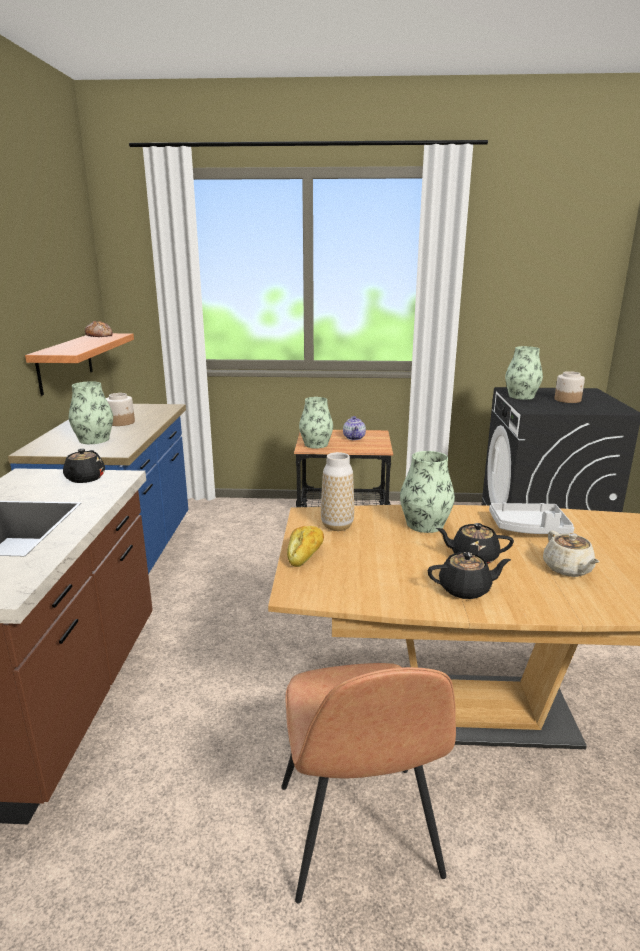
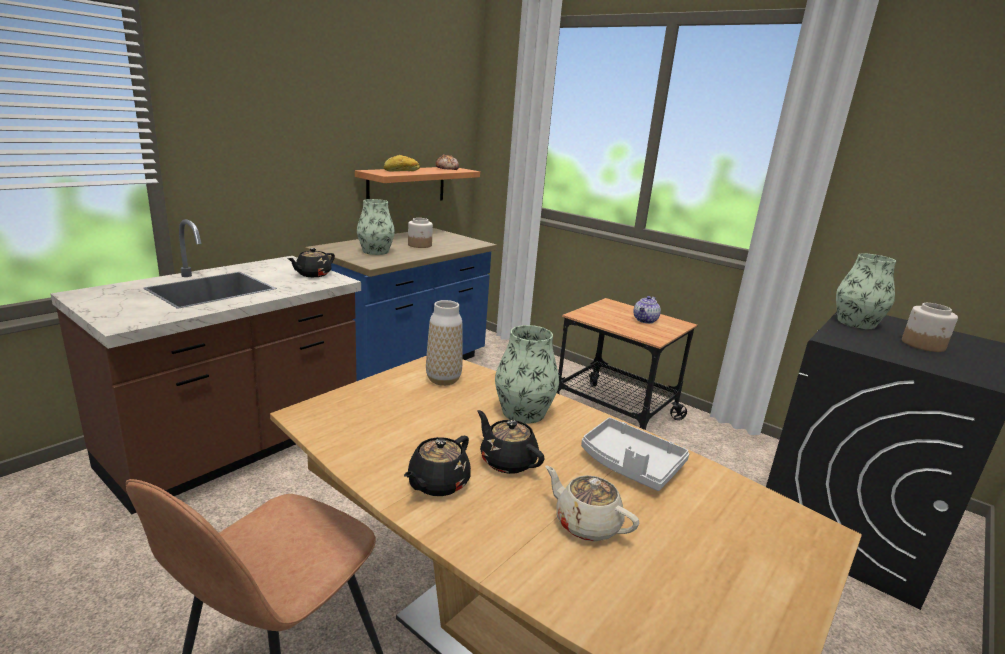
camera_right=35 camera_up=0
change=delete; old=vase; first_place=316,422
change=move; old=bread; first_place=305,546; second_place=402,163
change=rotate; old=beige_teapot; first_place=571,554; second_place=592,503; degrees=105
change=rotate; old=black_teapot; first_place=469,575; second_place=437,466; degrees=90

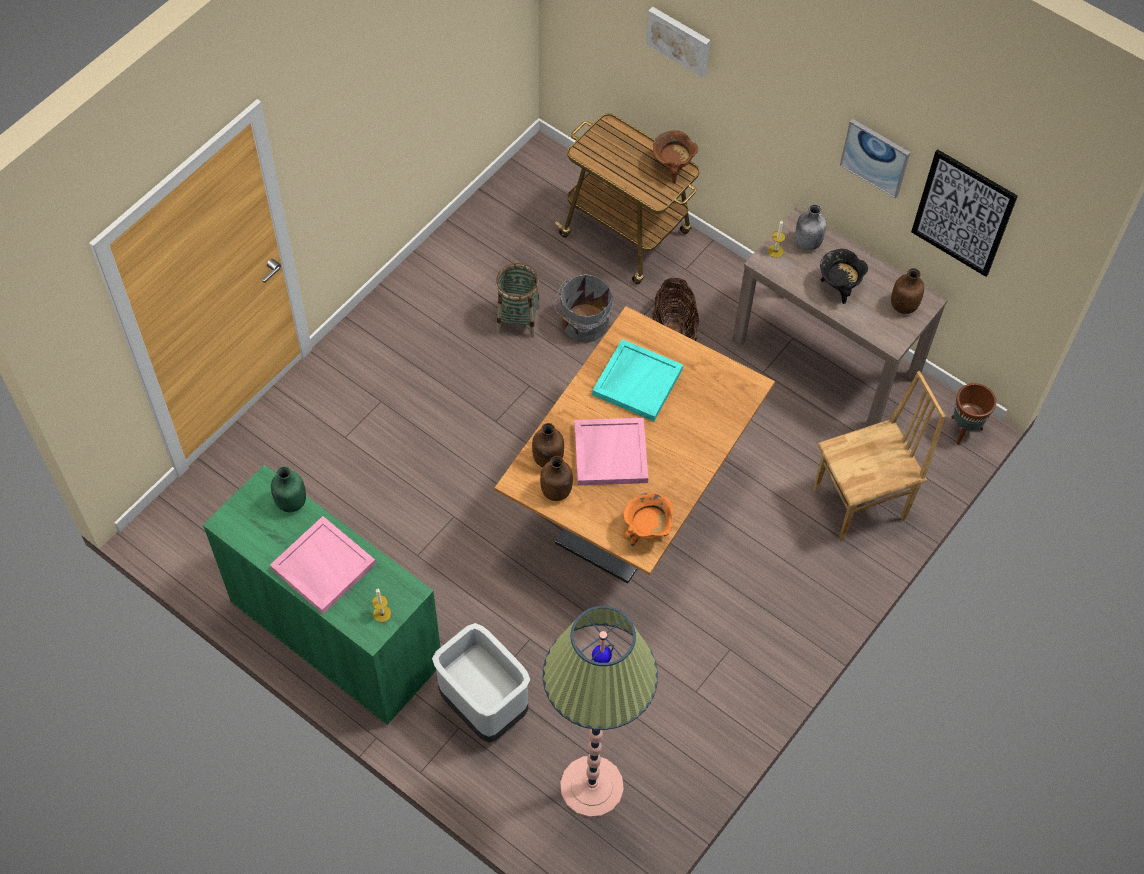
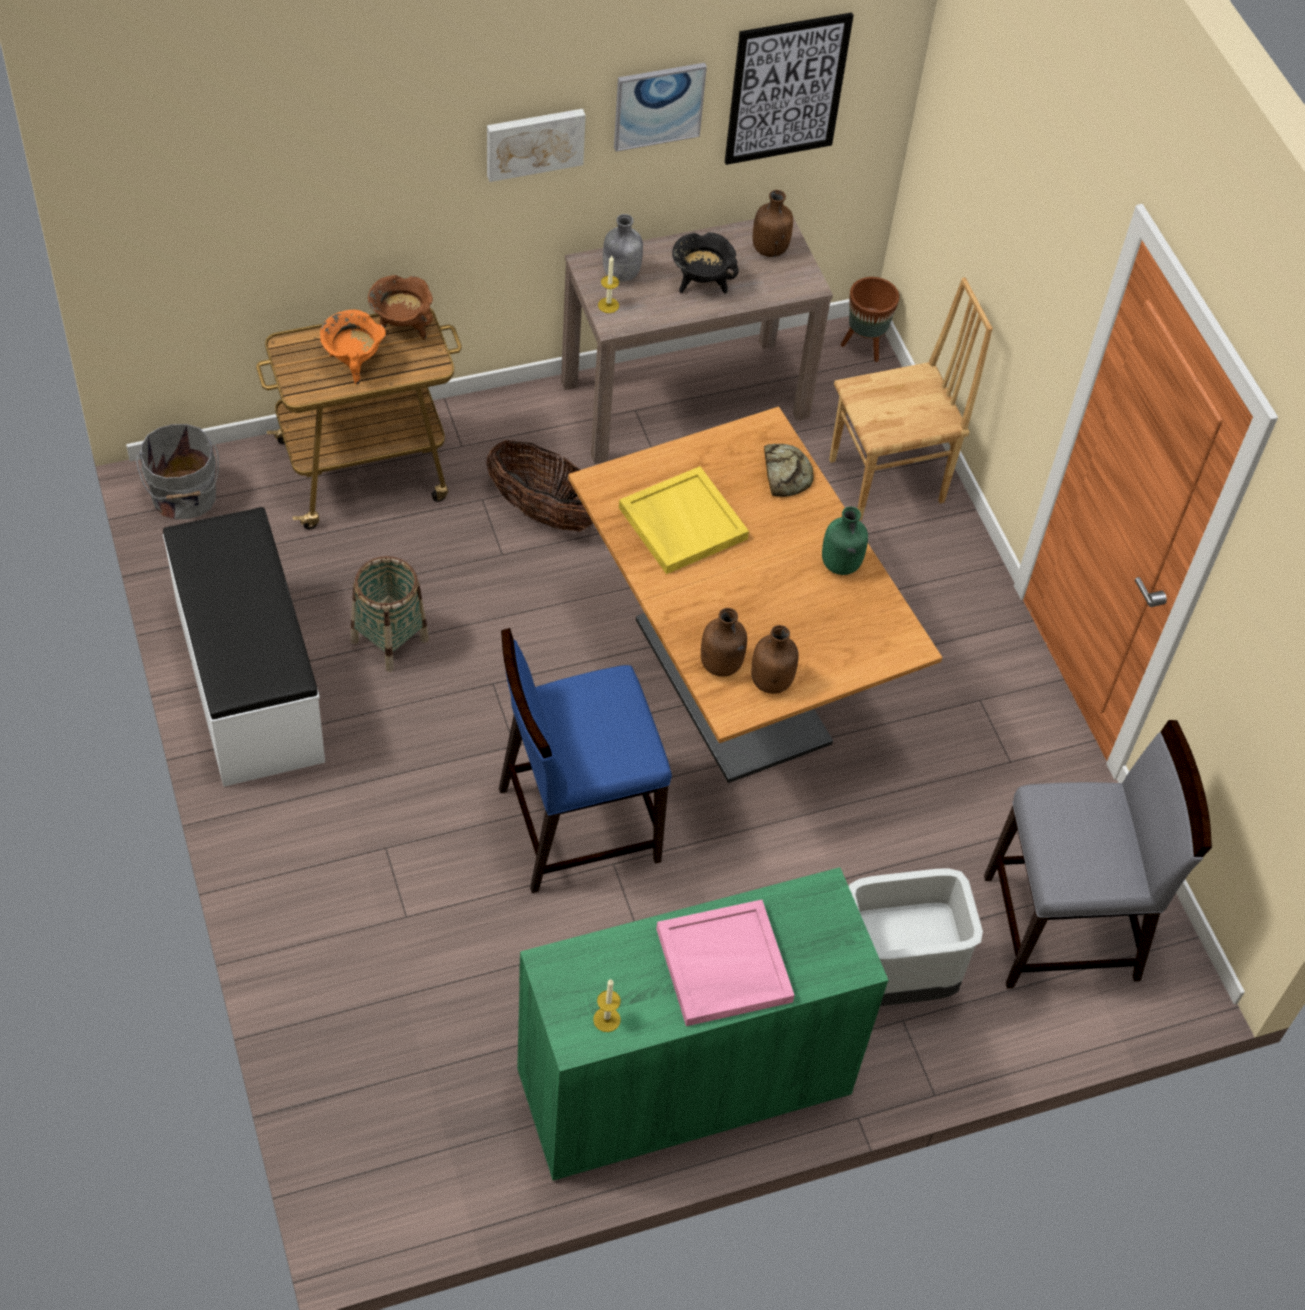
camera_right=-60 camera_up=-5
change=move; old=picture; first_place=678,42; second_place=536,145
change=move; old=grey_bucket; first_place=584,308; second_place=177,471
change=recolor; old=turquoise_tray; new=yellow_tray; first_place=637,380; second_place=684,520
change=rotate; old=brown_chair; first_place=880,456; second_place=911,399; degrees=60
change=delete; old=pink_tray; first_place=611,451
change=move; old=green_bottle; first_place=288,489; second_place=845,541
change=move; old=orange_cooking_pot; first_place=648,519; second_place=353,347
change=move; old=candle; first_place=381,605; second_place=607,1005
change=replace; old=floor_lamp; new=grey_chair; first_place=600,712; second_place=1098,854
change=insert; new=bread; second_place=789,470
change=insert; new=white_bench; second_place=244,647
change=insert; new=blue_chair; second_place=585,760

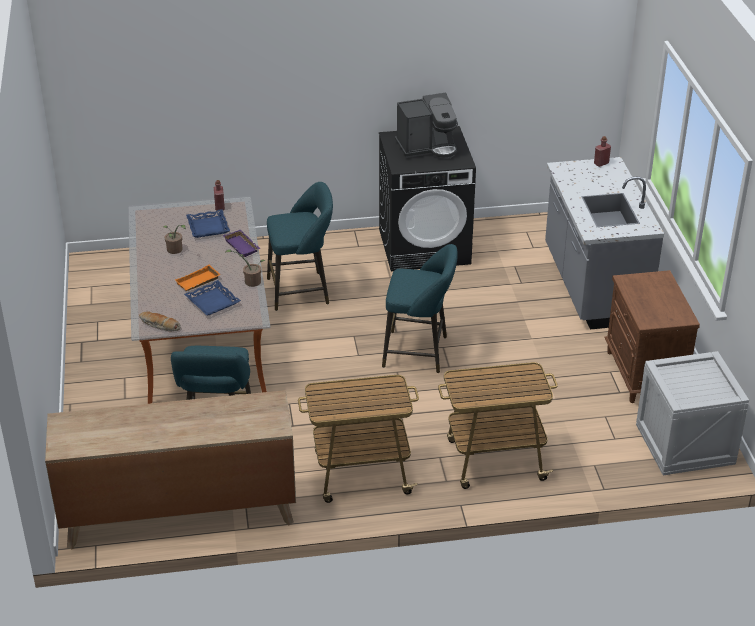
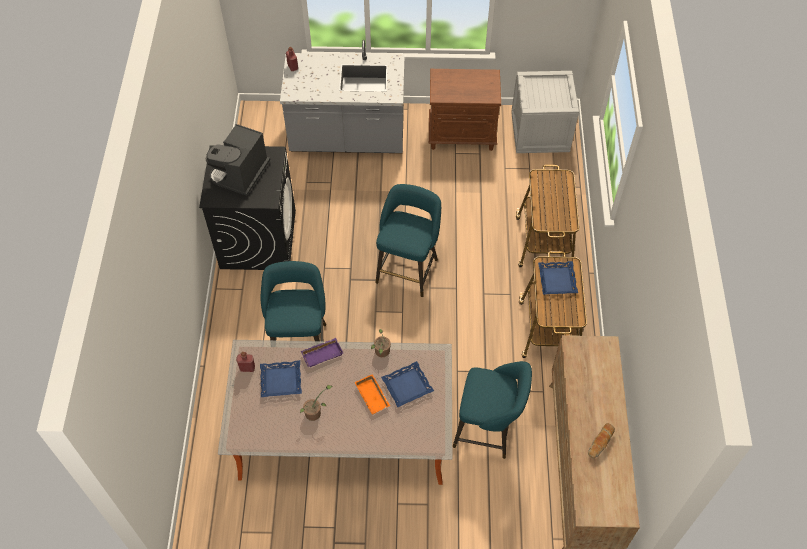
camera_right=-80 camera_up=20
change=rotate; old=coffee_machine; first_place=426,126; second_place=238,160; degrees=-150
change=move; old=bread; first_place=160,322; second_place=601,440
change=insert; new=blue_tray; second_place=558,278

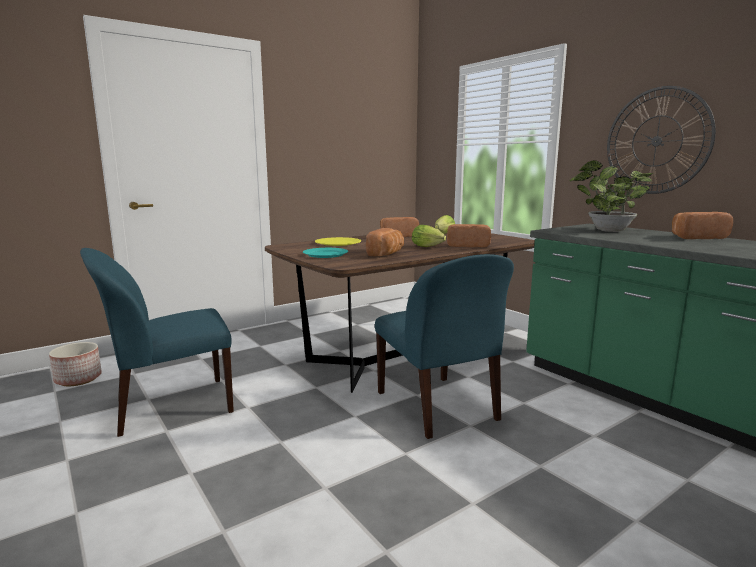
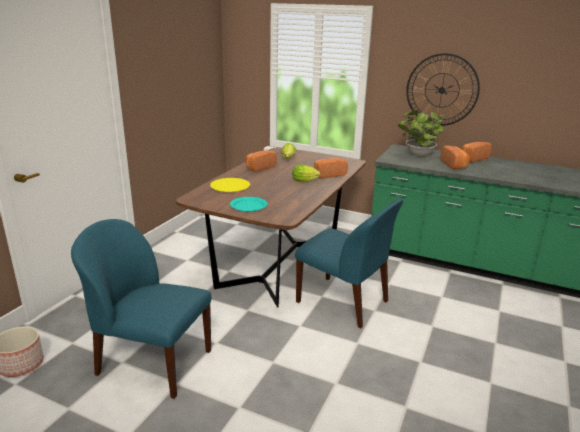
camera_right=-30 camera_up=10
change=move; old=bread; first_place=385,242; second_place=455,157
change=rotate; old=blue_chair; first_place=157,342; second_place=141,309; degrees=75

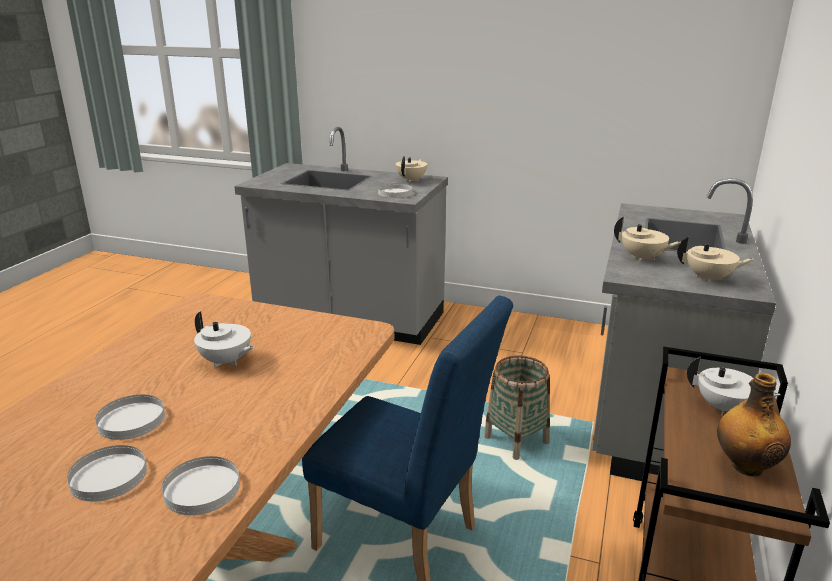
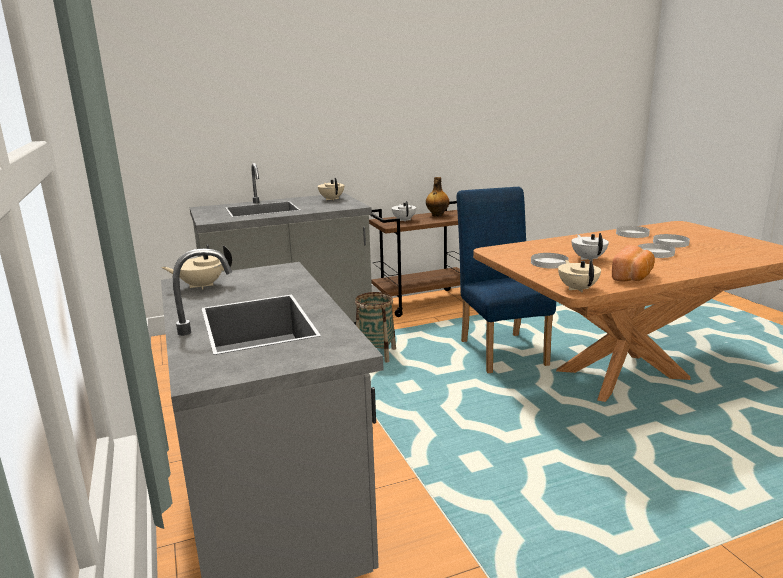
camera_right=-130 camera_up=-5
change=move; old=white_plate; first_place=395,190; second_place=550,261
change=move; old=beige_teapot; first_place=647,239; second_place=579,276
change=insert; new=bread; second_place=633,263

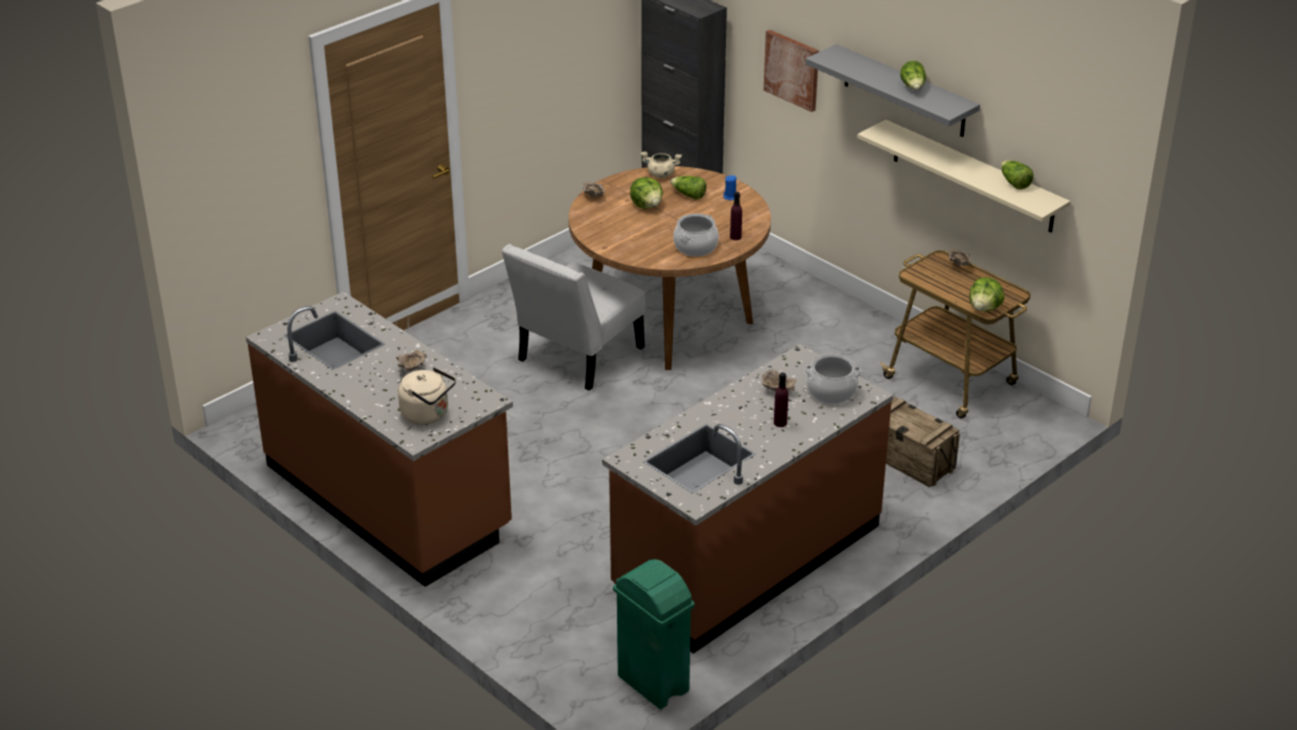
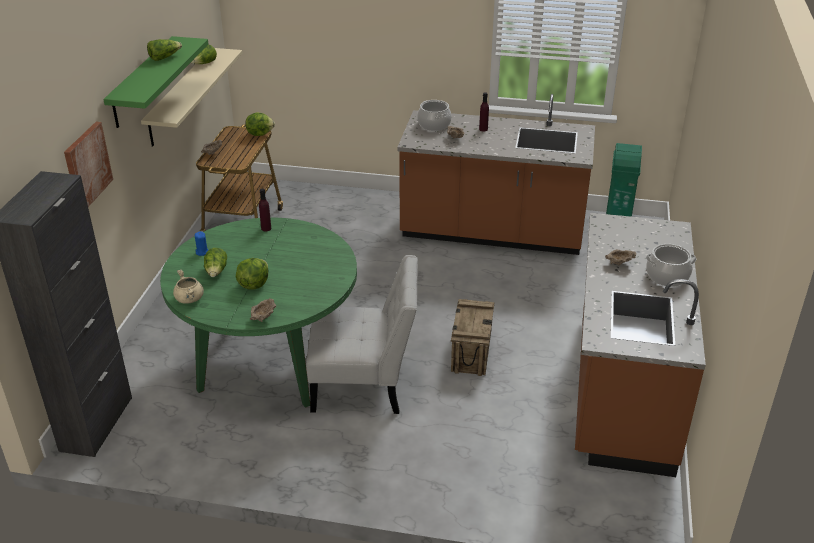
camera_right=-125 camera_up=0
change=recolor; old=grey_shelf; new=green_shelf; first_place=892,90; second_place=155,82
change=recolor; old=brown_dining_table; new=green_dining_table; first_place=670,268; second_place=258,312
change=move; old=cooking_pot; first_place=696,235; second_place=671,265
change=delete; old=beige_kettle; first_place=427,396
change=move; old=crate; first_place=923,442; second_place=472,337

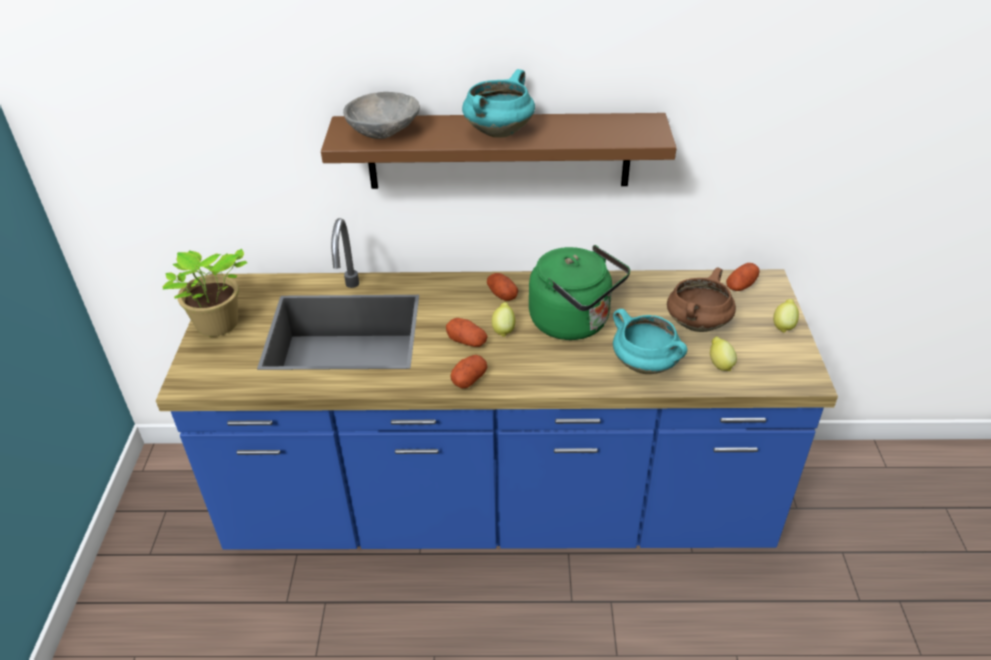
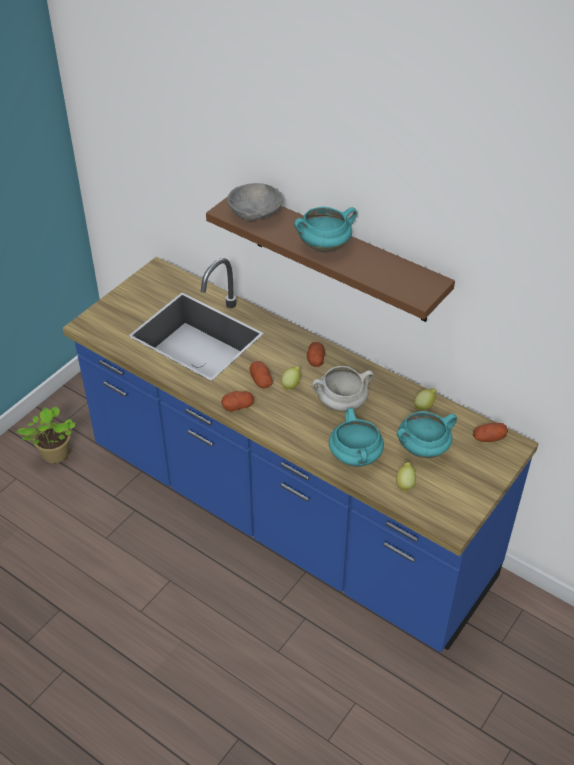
camera_right=35 camera_up=5
change=replace; old=green_kettle; new=white_cooking_pot; first_place=579,292; second_place=343,389
change=move; old=potted_plant; first_place=204,293; second_place=45,434
change=recolor; old=brown_cooking_pot; new=turquoise_cooking_pot; first_place=701,300; second_place=427,434
change=move; old=lemon; first_place=786,316; second_place=425,399

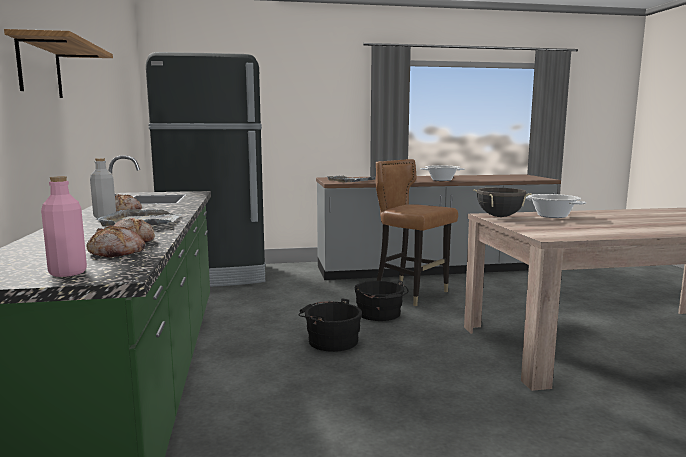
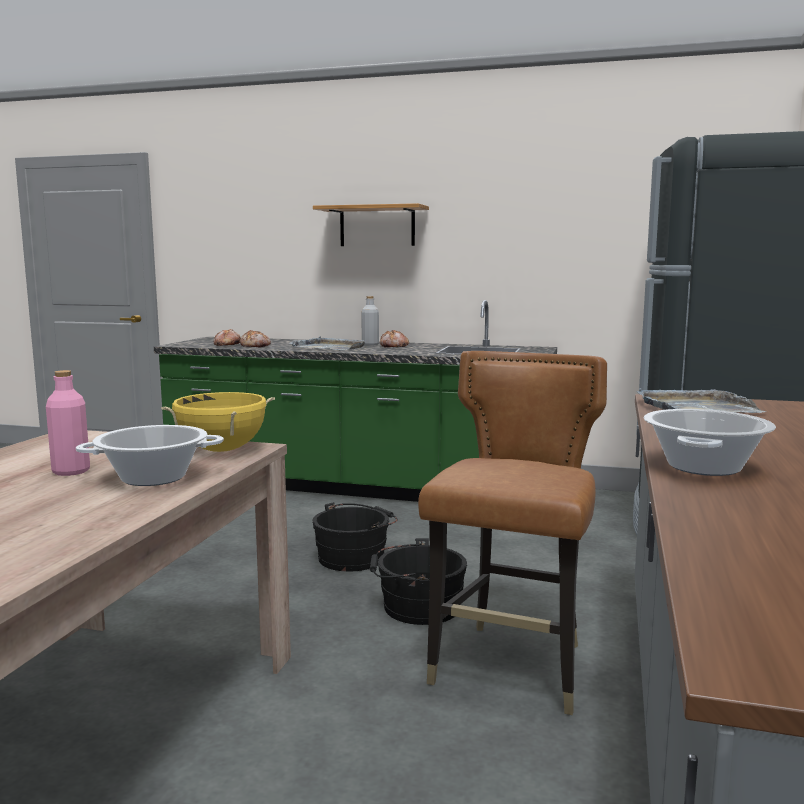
camera_right=115 camera_up=0
change=rotate; old=brown_chair; first_place=417,232; second_place=512,533; degrees=-45
change=move; old=pink_bottle; first_place=64,226; second_place=68,423
change=recolor; old=black_cooking_pot; new=yellow_cooking_pot; first_place=502,202; second_place=218,422

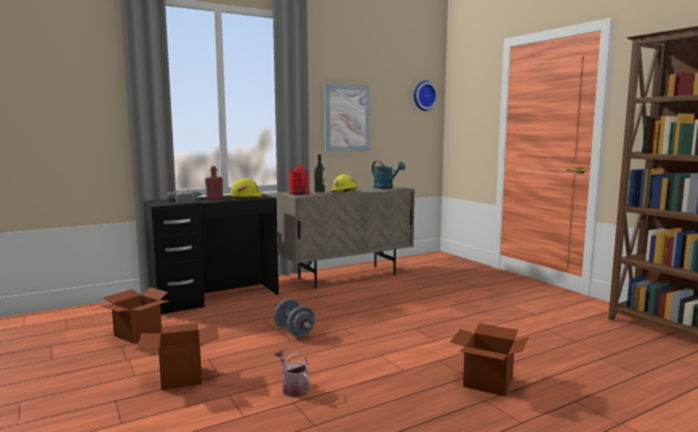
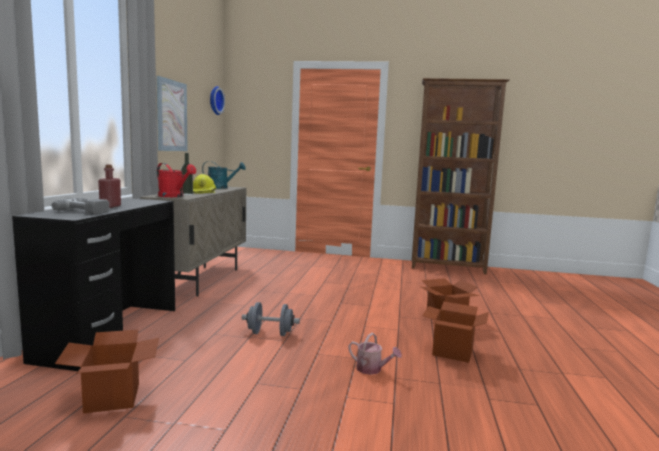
camera_right=-50 camera_up=0
change=delete; old=yellow_hard_hat; first_place=247,188
change=move; old=cardboard_box; first_place=178,356; second_place=455,332
change=rotate; old=watering_can; first_place=292,373; second_place=375,354; degrees=-150

